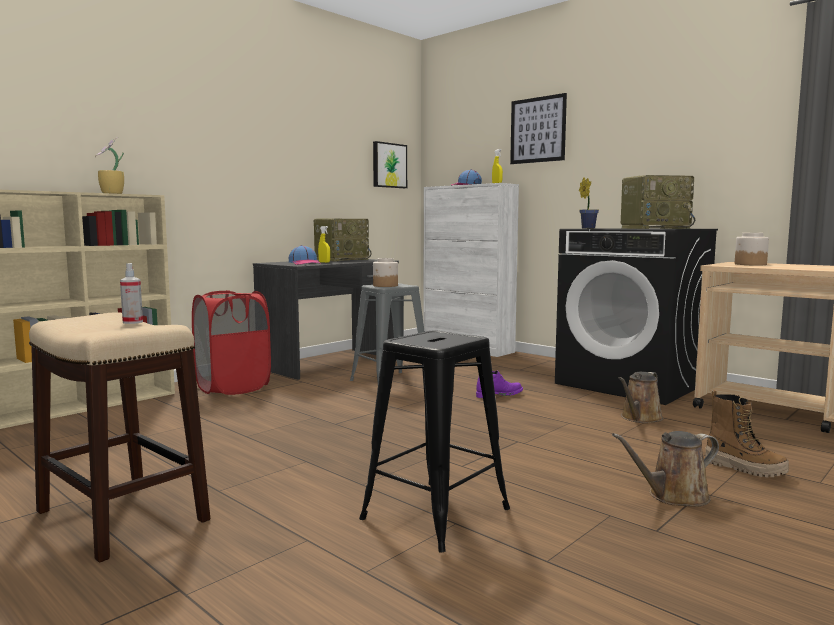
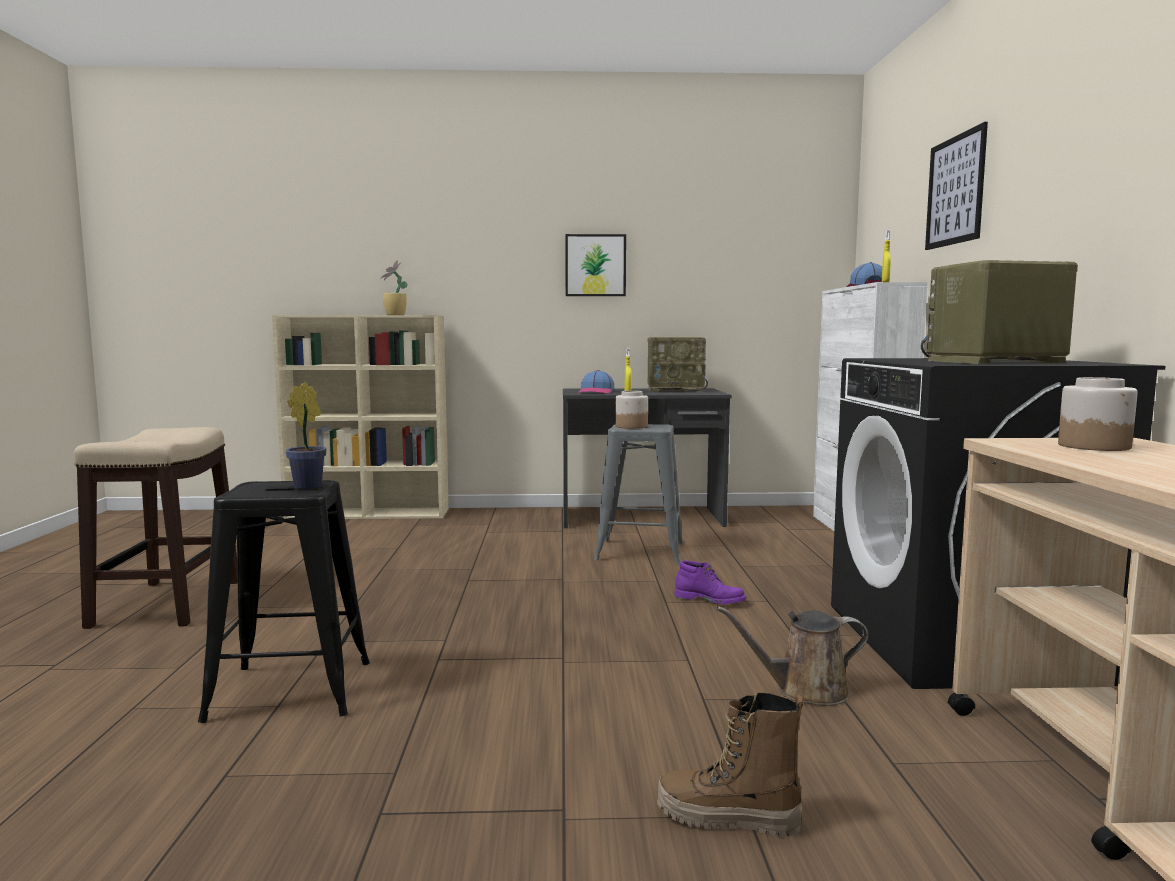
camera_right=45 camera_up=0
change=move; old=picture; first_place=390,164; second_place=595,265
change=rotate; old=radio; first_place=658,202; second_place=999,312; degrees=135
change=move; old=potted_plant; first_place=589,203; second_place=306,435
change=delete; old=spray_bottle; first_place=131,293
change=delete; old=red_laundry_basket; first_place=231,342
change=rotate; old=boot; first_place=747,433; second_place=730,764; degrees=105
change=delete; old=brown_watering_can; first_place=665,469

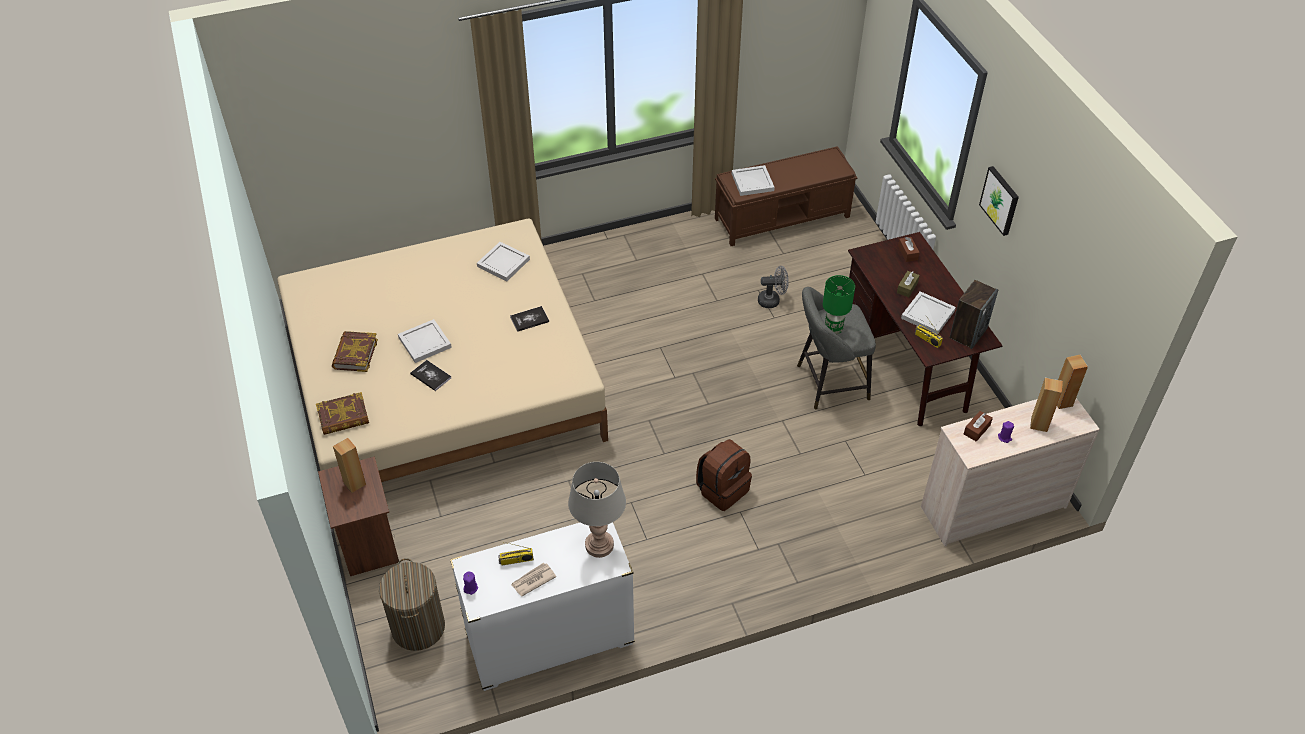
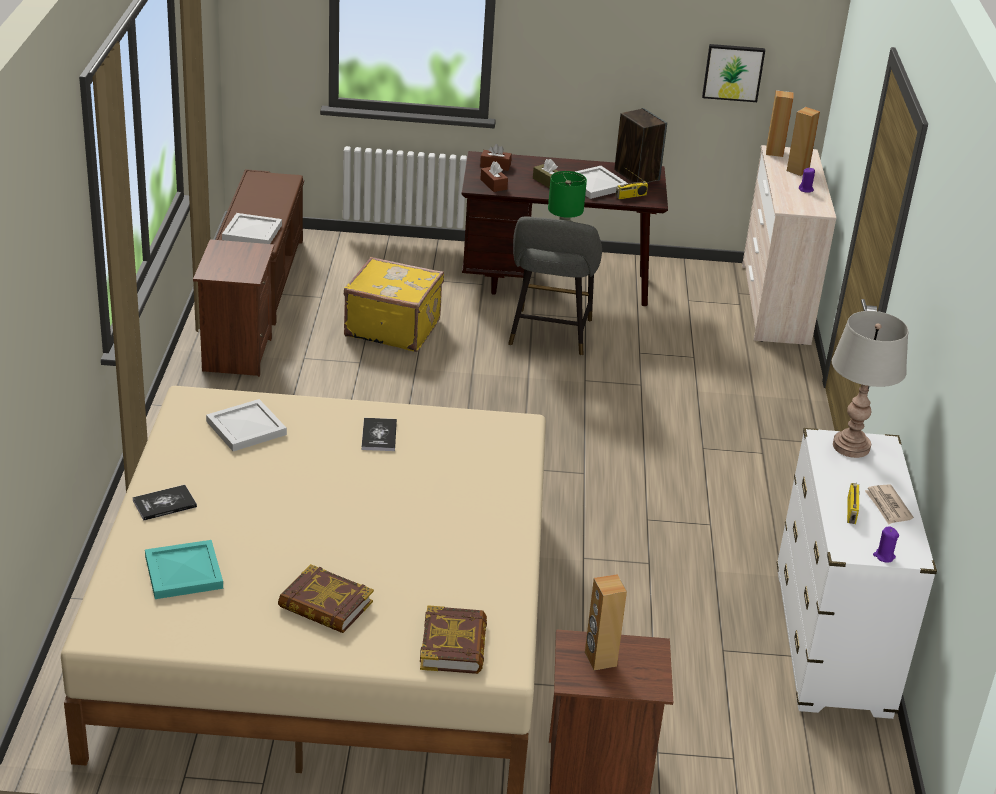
camera_right=-70 camera_up=-15
change=move; old=picture; first_place=999,201; second_place=733,73
change=replace; old=grey_fan; new=yellow_suitcase; first_place=773,287; second_place=394,304
change=delete; old=white_tray; first_place=425,341
change=move; old=book; first_place=430,375; second_place=164,502
change=move; old=brown_tissue_box; first_place=978,426; second_place=494,176
change=delete; old=brown_backpack; first_place=724,475
change=delete; old=laundry_basket; first_place=412,604
change=insert; new=brown_nightstand; second_place=233,308
change=insert; new=turquoise_tray; second_place=184,569

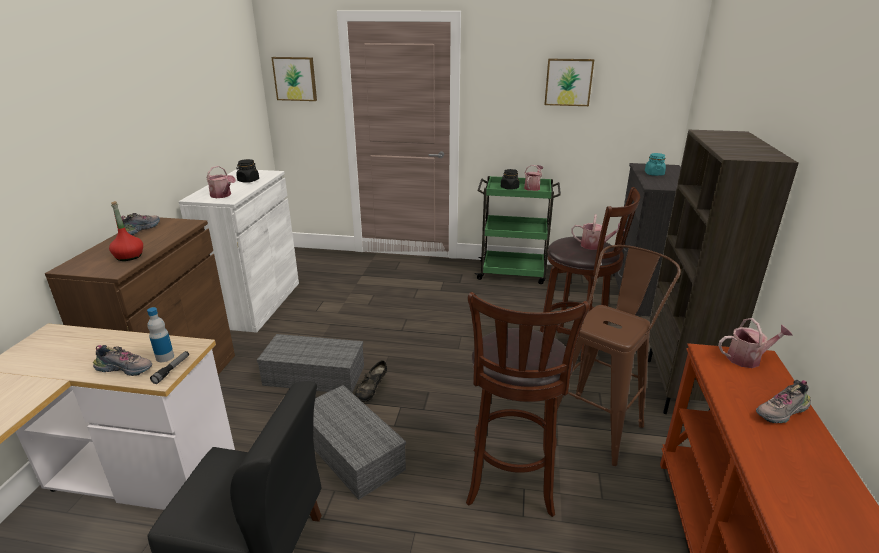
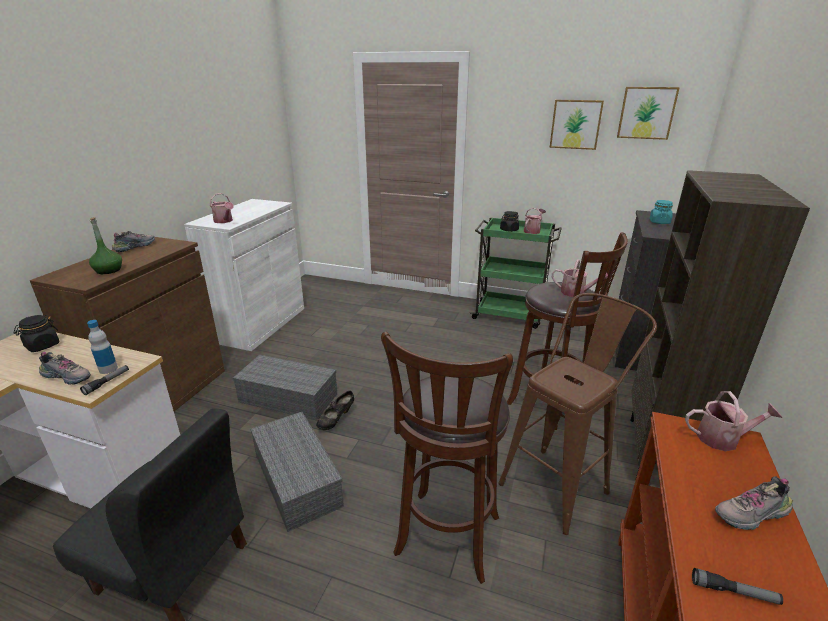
camera_right=10 camera_up=0
change=move; old=picture; first_place=294,79; second_place=648,113
change=move; old=black_jar; first_place=247,171; second_place=37,333
change=recolor; old=red_bottle; new=green_bottle; first_place=126,231; second_place=105,245
change=insert; new=flashlight; second_place=737,586

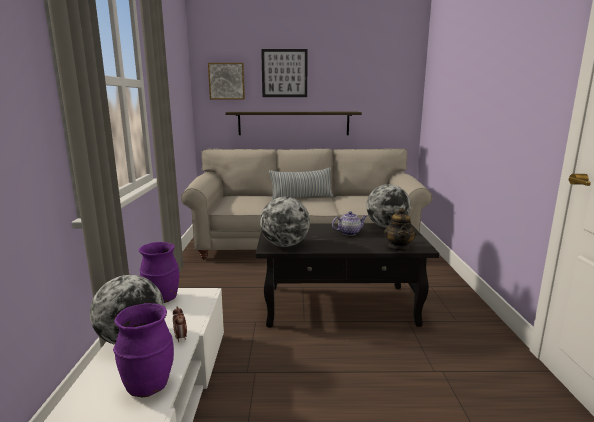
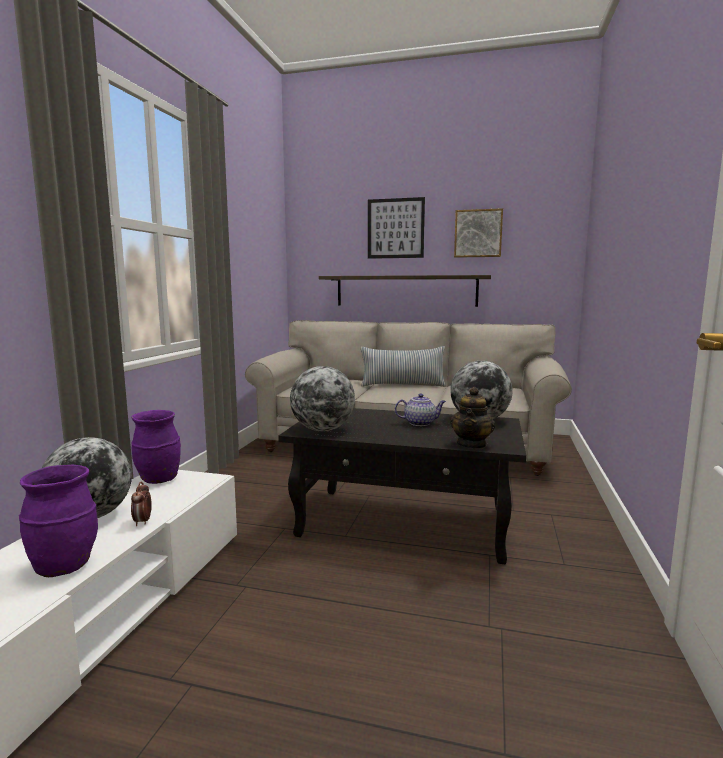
camera_right=15 camera_up=-5
change=move; old=picture; first_place=226,81; second_place=478,233

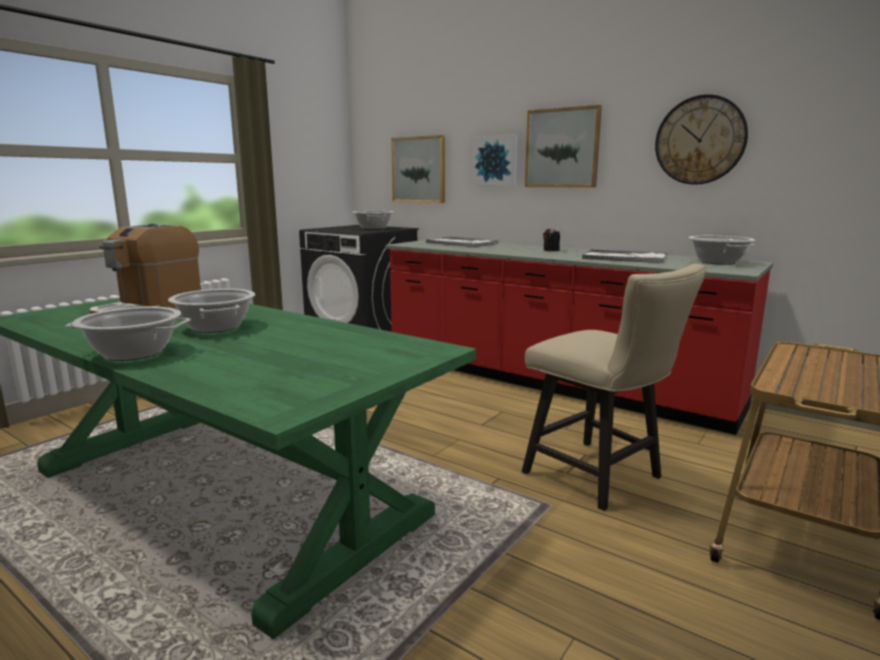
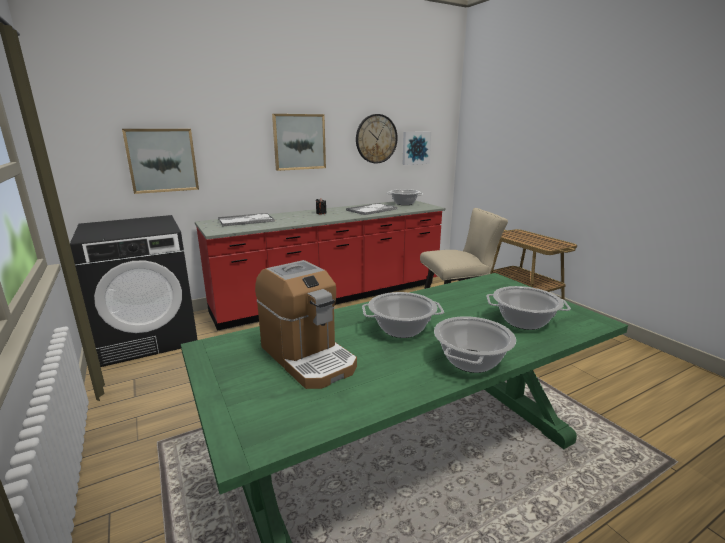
camera_right=-65 camera_up=5
change=move; old=picture; first_place=495,160; second_place=417,148
change=move; old=cooking_pot; first_place=373,220; second_place=528,308

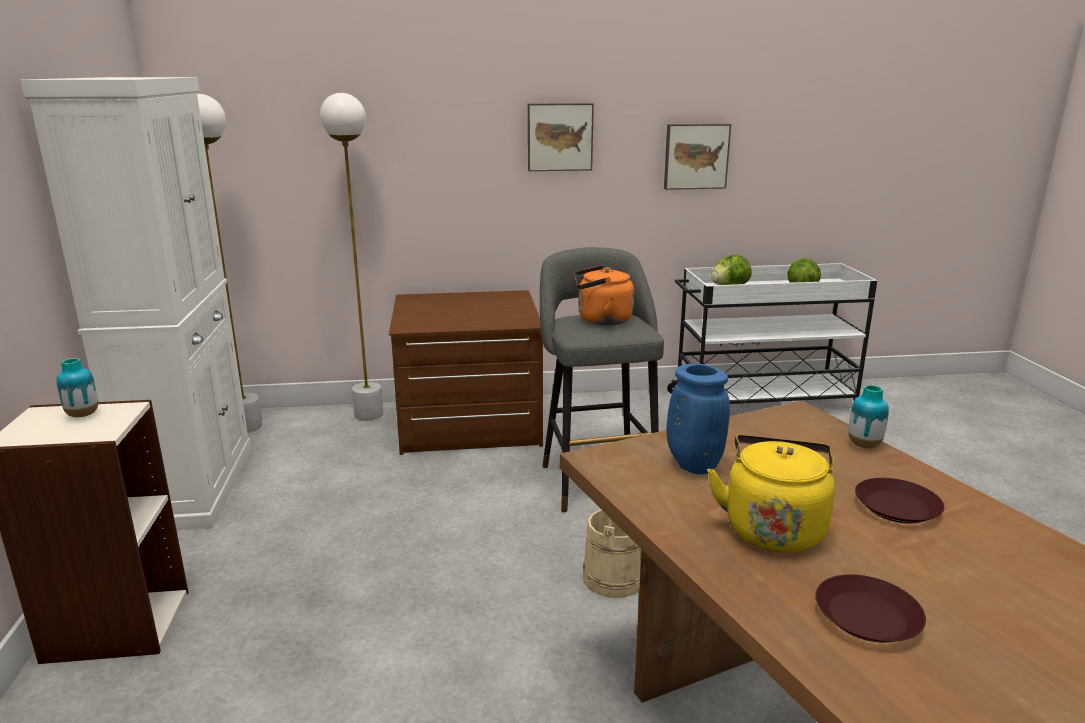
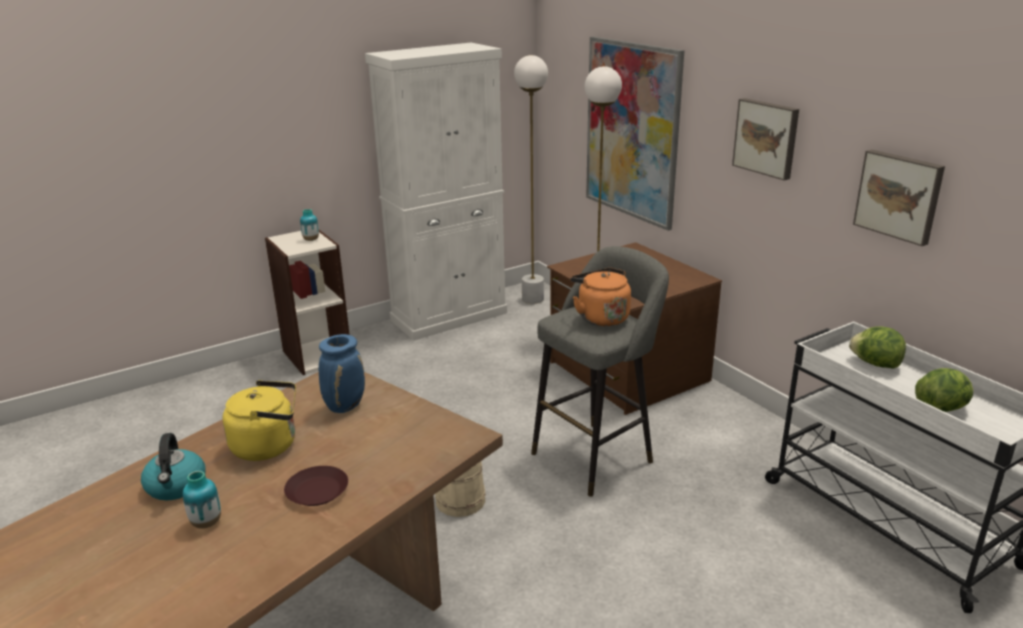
camera_right=65 camera_up=5
change=move; old=vase; first_place=868,416; second_place=202,499
change=replace; old=brown_plate; new=kettle; first_place=870,608; second_place=173,466
change=insert; new=picture; second_place=635,134

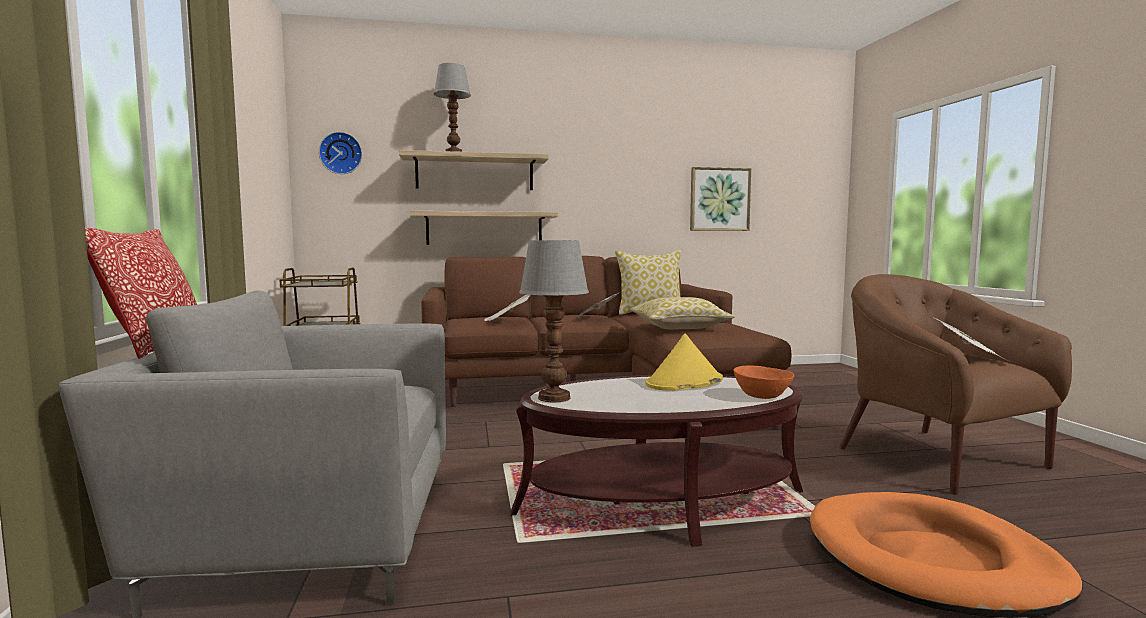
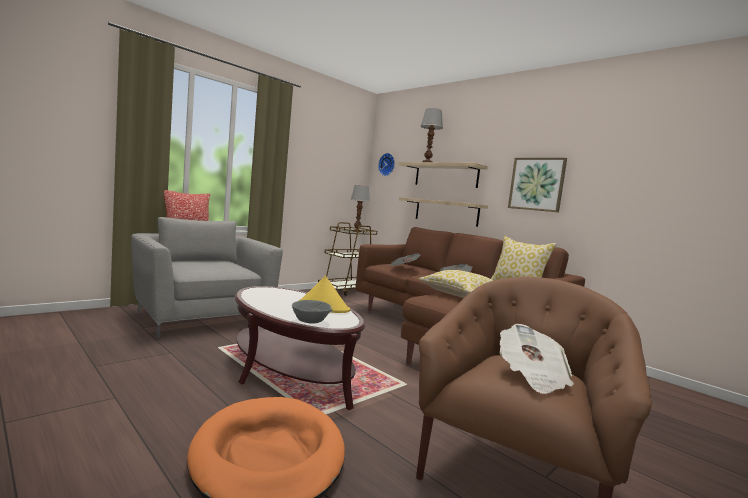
camera_right=55 camera_up=0
change=move; old=picture; first_place=720,199; second_place=537,185
change=move; old=table_lamp; first_place=554,321; second_place=360,209
change=recolor; old=orange_bowl; new=grey_bowl; first_place=763,382; second_place=311,311

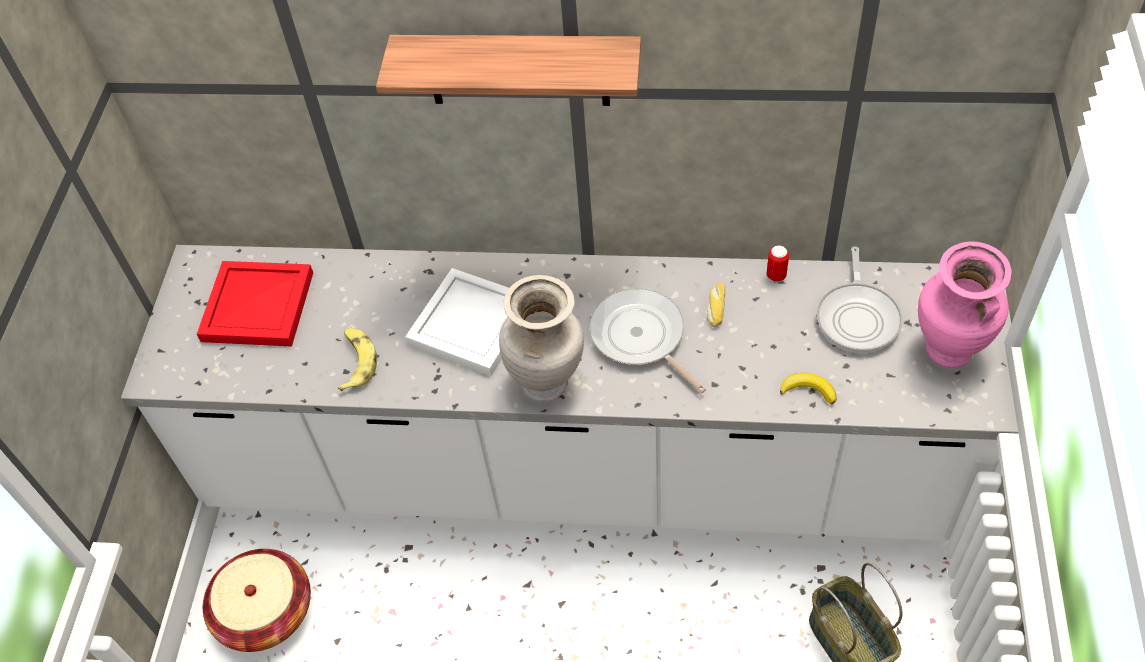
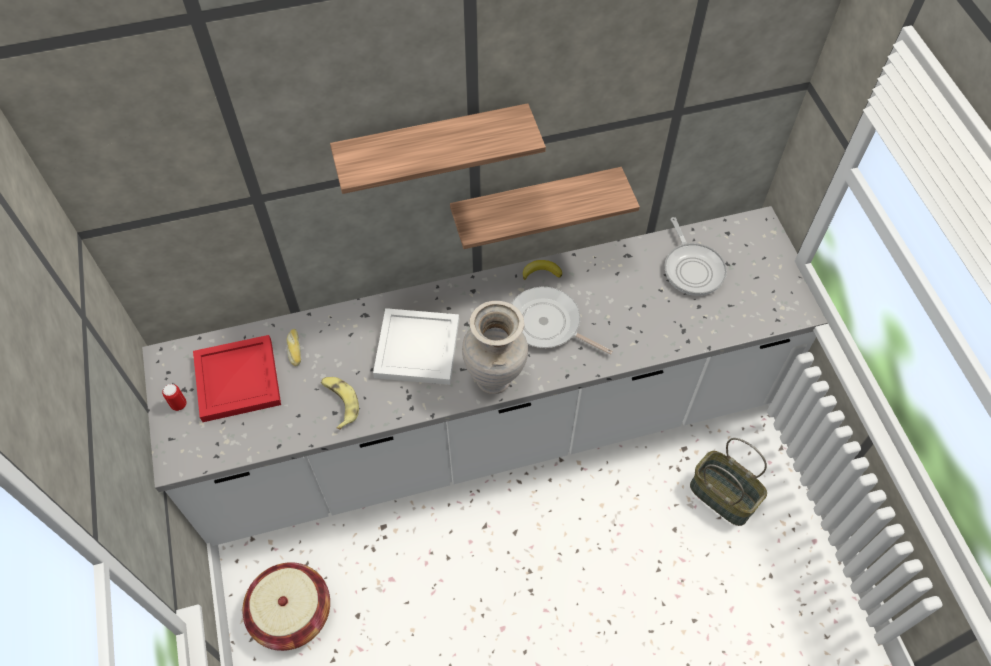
camera_right=-25 camera_up=5
change=delete; old=pink_vase; first_place=965,304
change=move; old=can; first_place=778,263; second_place=174,397
change=move; old=bread; first_place=716,305; second_place=294,347
change=move; old=banana; first_place=808,388; second_place=542,270
change=insert; new=shelf; second_place=545,208

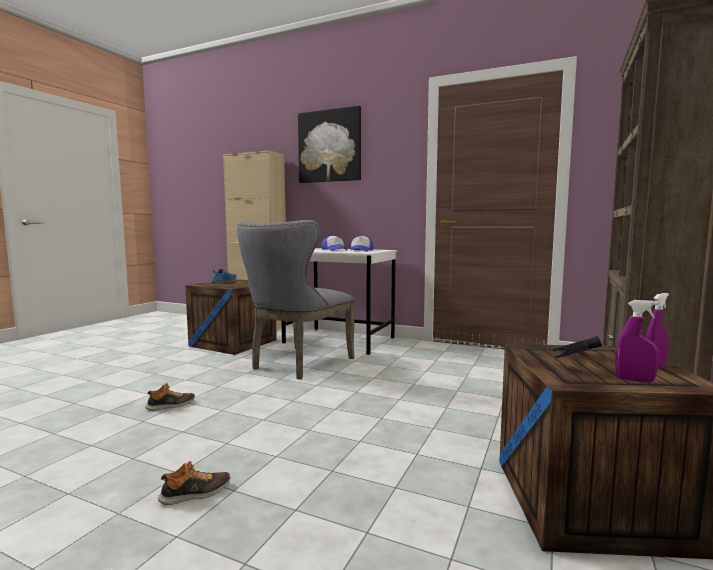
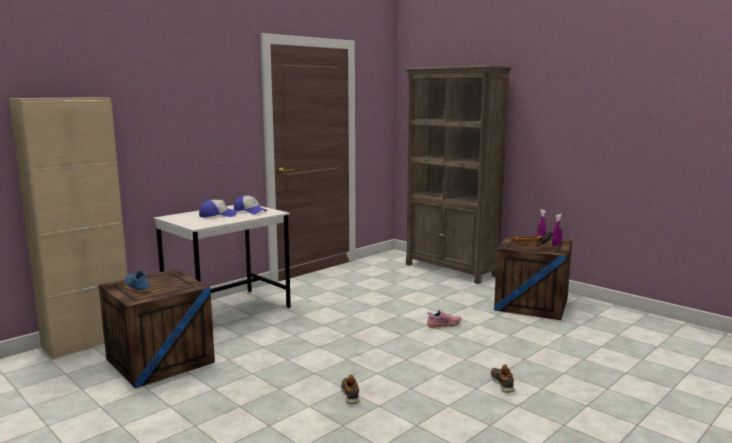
camera_right=-70 camera_up=5
change=delete; old=picture; first_place=329,144
change=delete; old=grey_chair; first_place=296,299
change=insert; new=pink_shoe; second_place=443,319

